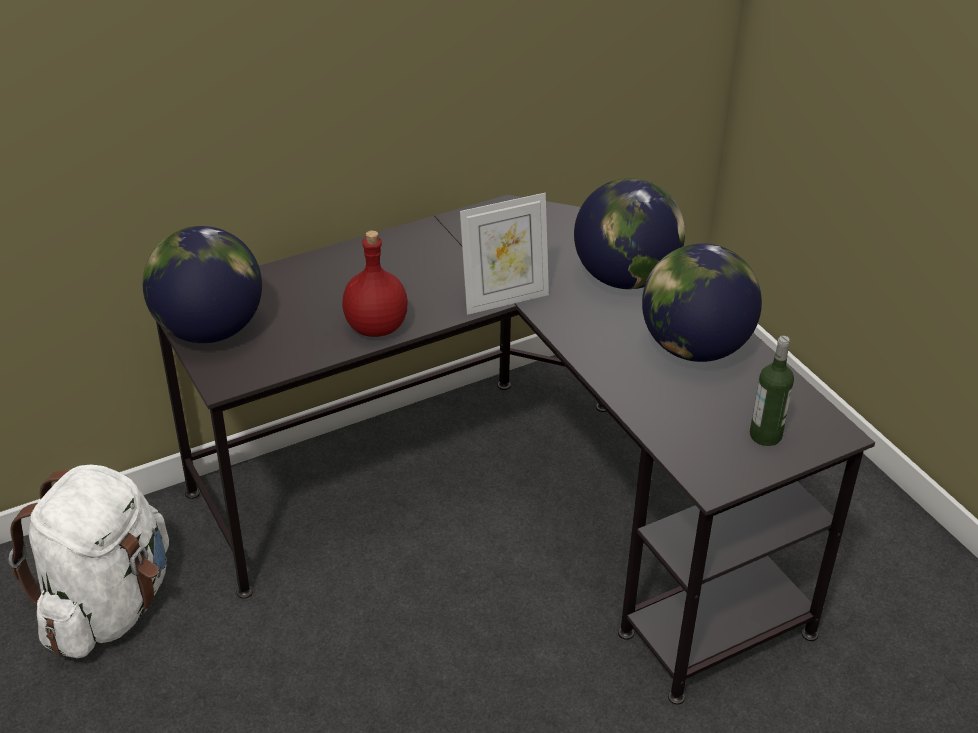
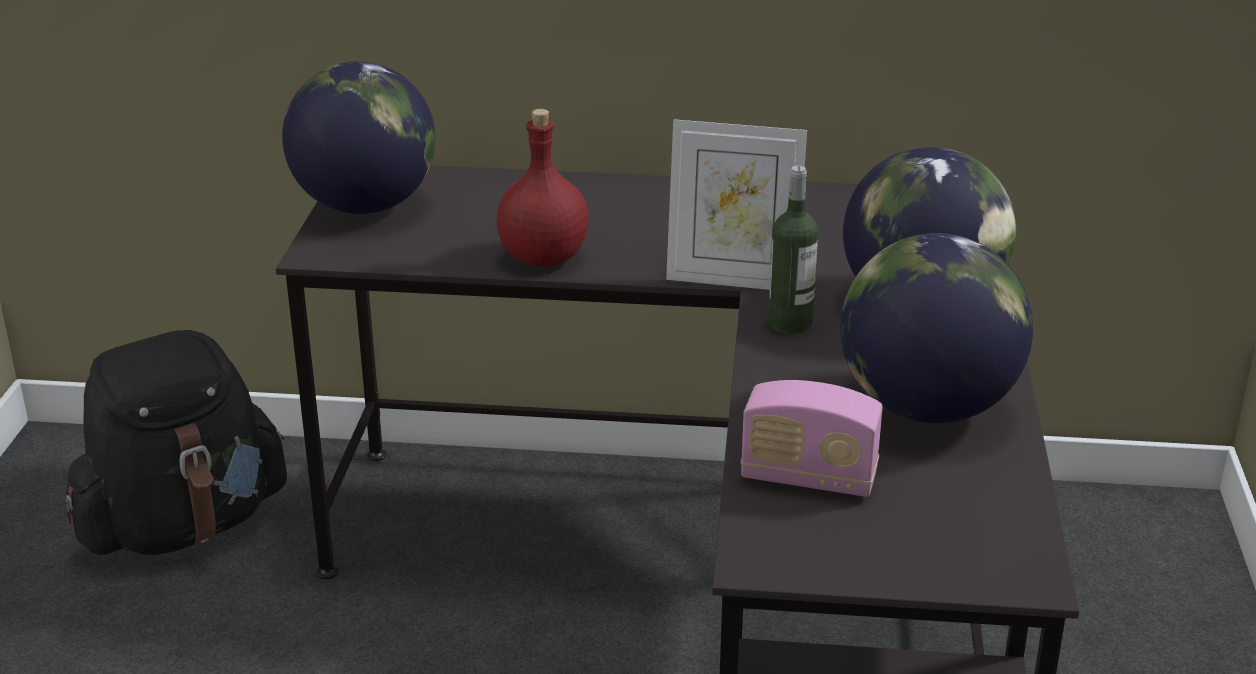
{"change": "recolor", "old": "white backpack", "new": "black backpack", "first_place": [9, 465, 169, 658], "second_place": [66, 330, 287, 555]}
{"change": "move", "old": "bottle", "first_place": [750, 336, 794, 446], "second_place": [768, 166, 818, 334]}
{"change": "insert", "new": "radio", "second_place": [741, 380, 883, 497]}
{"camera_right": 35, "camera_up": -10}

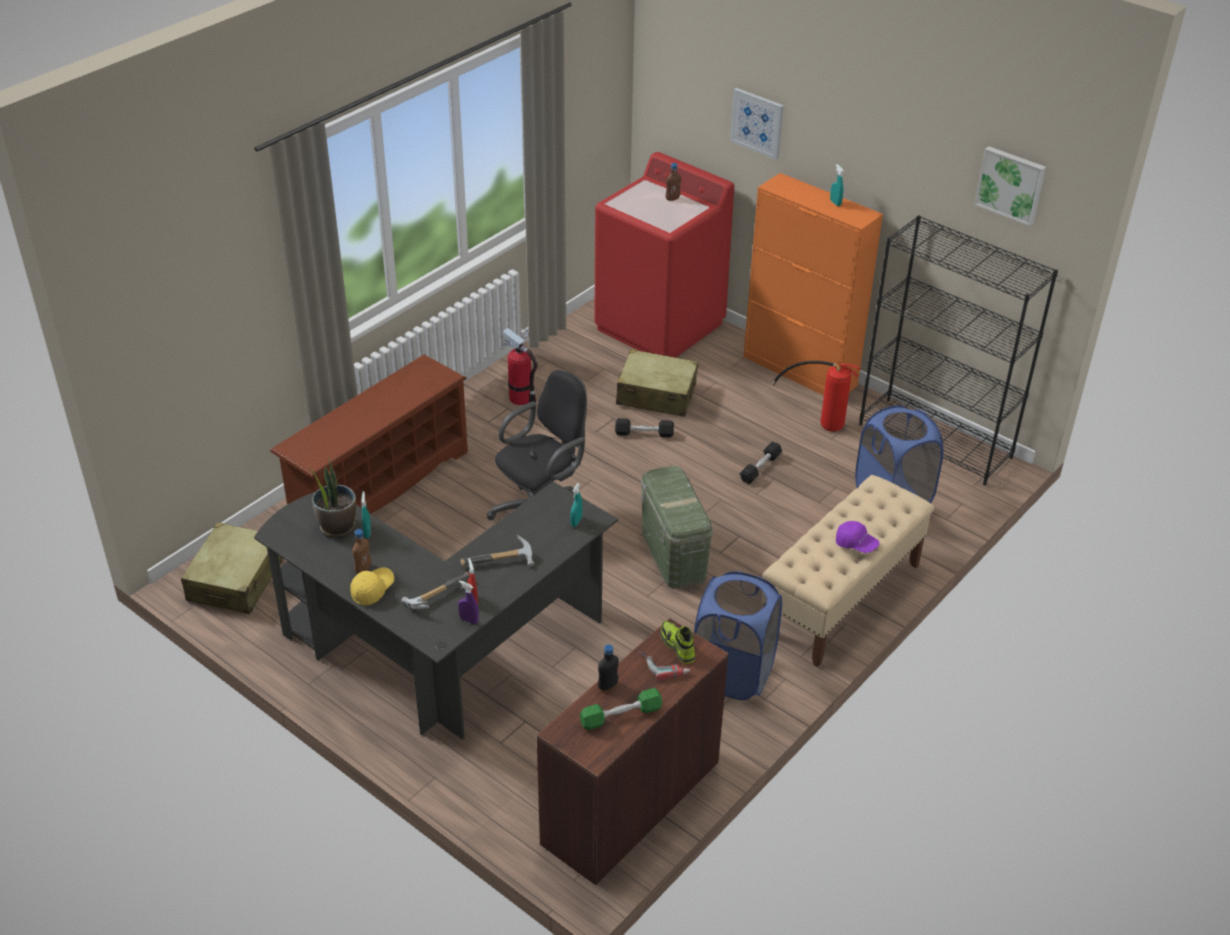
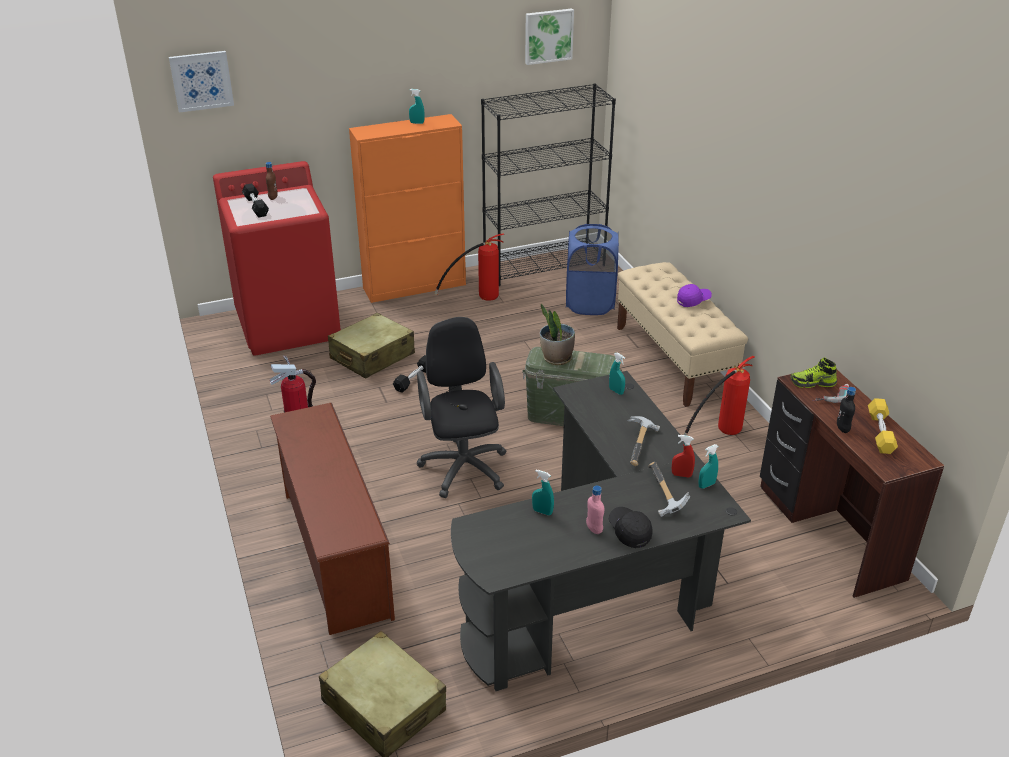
{"change": "move", "old": "potted plant", "first_place": [310, 456, 356, 537], "second_place": [540, 304, 575, 365]}
{"change": "recolor", "old": "yellow cap", "new": "black cap", "first_place": [350, 567, 394, 606], "second_place": [609, 507, 653, 548]}
{"change": "recolor", "old": "brown bottle", "new": "pink bottle", "first_place": [352, 529, 371, 573], "second_place": [586, 486, 604, 534]}
{"change": "recolor", "old": "purple spray bottle", "new": "turquoise spray bottle", "first_place": [458, 581, 479, 624], "second_place": [698, 444, 718, 489]}
{"change": "recolor", "old": "green dumbbell", "new": "yellow dumbbell", "first_place": [580, 688, 662, 730], "second_place": [868, 398, 898, 454]}
{"change": "replace", "old": "blue laundry basket", "new": "fire extinguisher", "first_place": [694, 571, 782, 700], "second_place": [684, 356, 754, 436]}
{"change": "move", "old": "picture", "first_place": [730, 88, 784, 159], "second_place": [169, 51, 234, 113]}
{"change": "move", "old": "black dumbbell", "first_place": [740, 441, 782, 484], "second_place": [242, 183, 269, 218]}
{"camera_right": -60, "camera_up": -5}

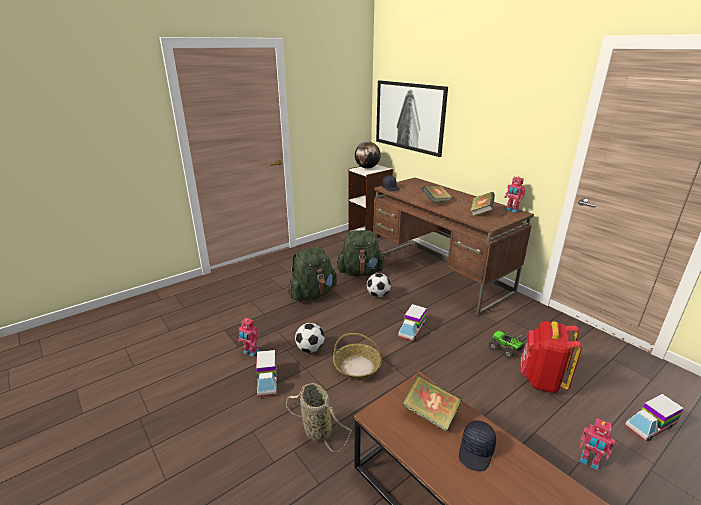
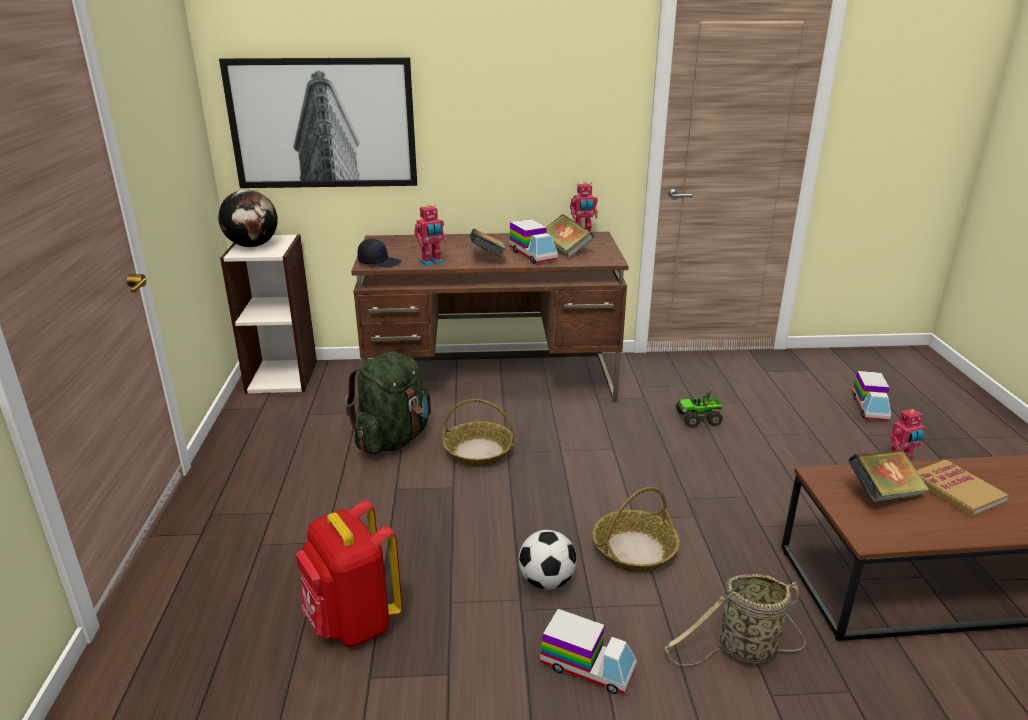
{"change": "move", "old": "toy robot", "first_place": [238, 318, 259, 357], "second_place": [414, 205, 447, 267]}
{"change": "delete", "old": "green backpack", "first_place": [288, 247, 337, 300]}
{"change": "replace", "old": "football", "new": "basket", "first_place": [367, 273, 391, 297], "second_place": [442, 399, 514, 467]}
{"change": "move", "old": "toy truck", "first_place": [398, 304, 427, 341], "second_place": [509, 219, 558, 264]}
{"change": "replace", "old": "black cap", "new": "book", "first_place": [459, 420, 496, 471], "second_place": [916, 460, 1009, 517]}
{"change": "move", "old": "red backpack", "first_place": [520, 321, 582, 393], "second_place": [296, 501, 402, 647]}
{"camera_right": -55, "camera_up": 0}

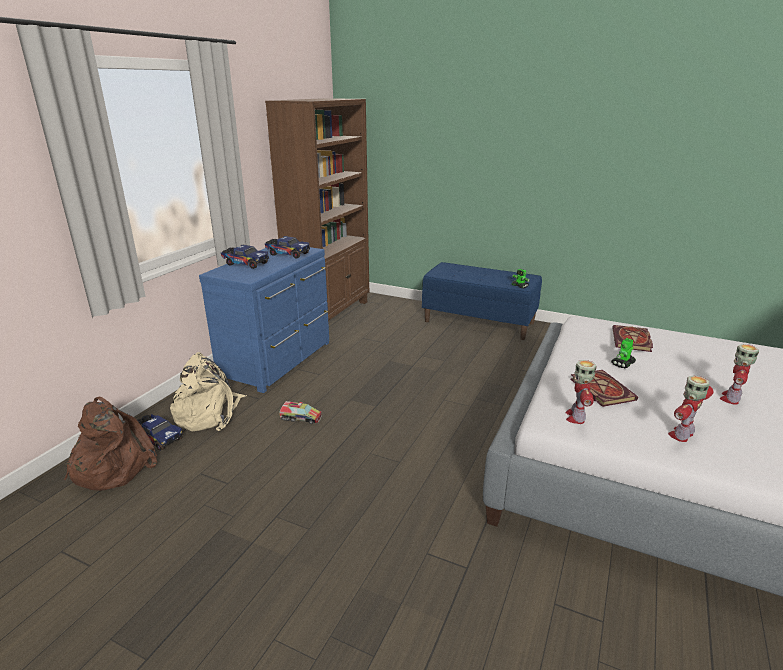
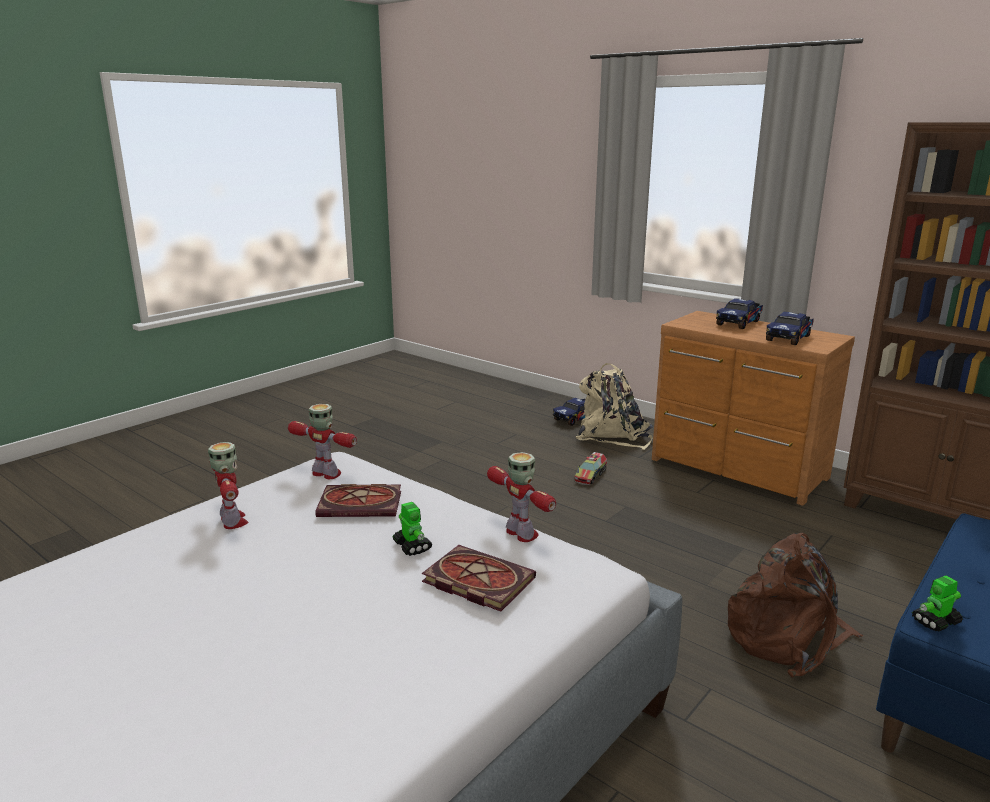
{"change": "move", "old": "brown backpack", "first_place": [64, 397, 157, 491], "second_place": [728, 533, 863, 677]}
{"change": "recolor", "old": "blue dresser", "new": "brown dresser", "first_place": [199, 247, 329, 393], "second_place": [652, 311, 855, 506]}
{"change": "move", "old": "toy robot", "first_place": [720, 344, 759, 405], "second_place": [487, 452, 556, 542]}
{"camera_right": 105, "camera_up": -5}

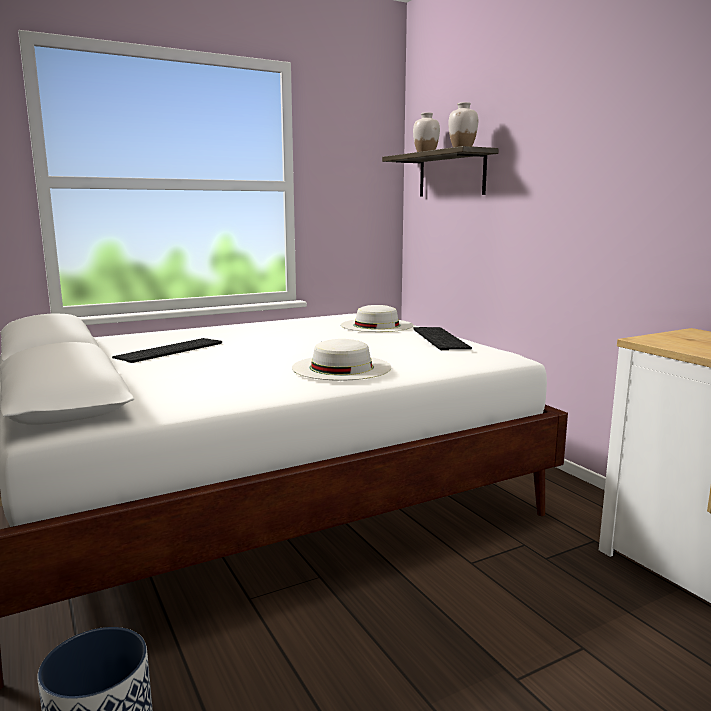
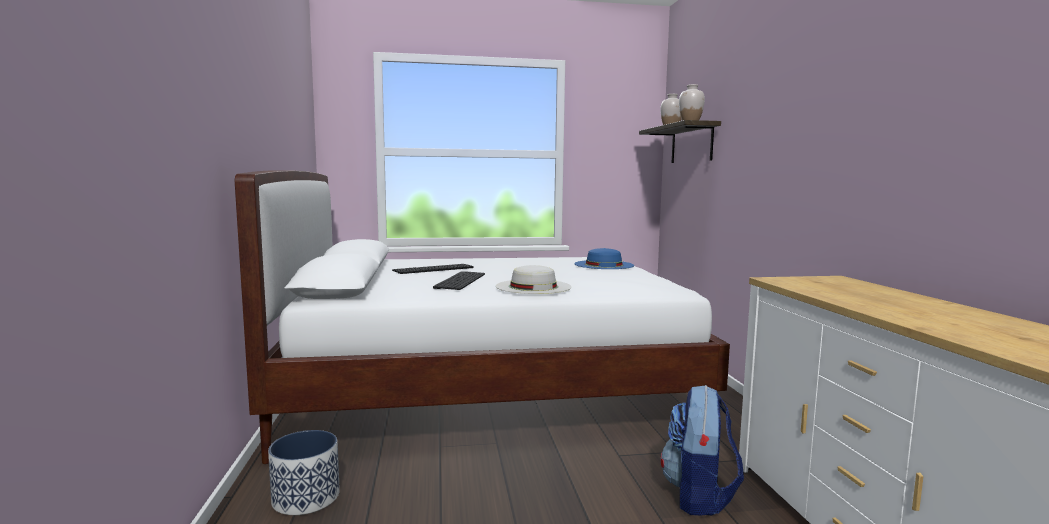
{"change": "recolor", "old": "white hat", "new": "blue hat", "first_place": [341, 305, 413, 332], "second_place": [574, 248, 634, 269]}
{"change": "move", "old": "keyboard", "first_place": [413, 327, 472, 350], "second_place": [433, 271, 485, 290]}
{"change": "insert", "new": "backpack", "second_place": [661, 385, 744, 516]}
{"camera_right": 20, "camera_up": -5}

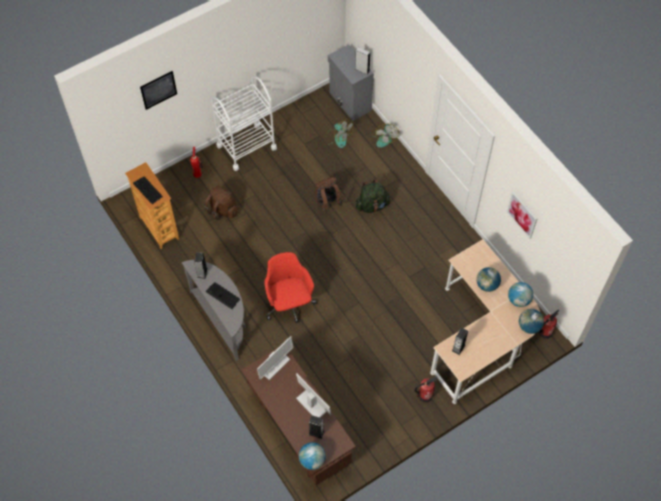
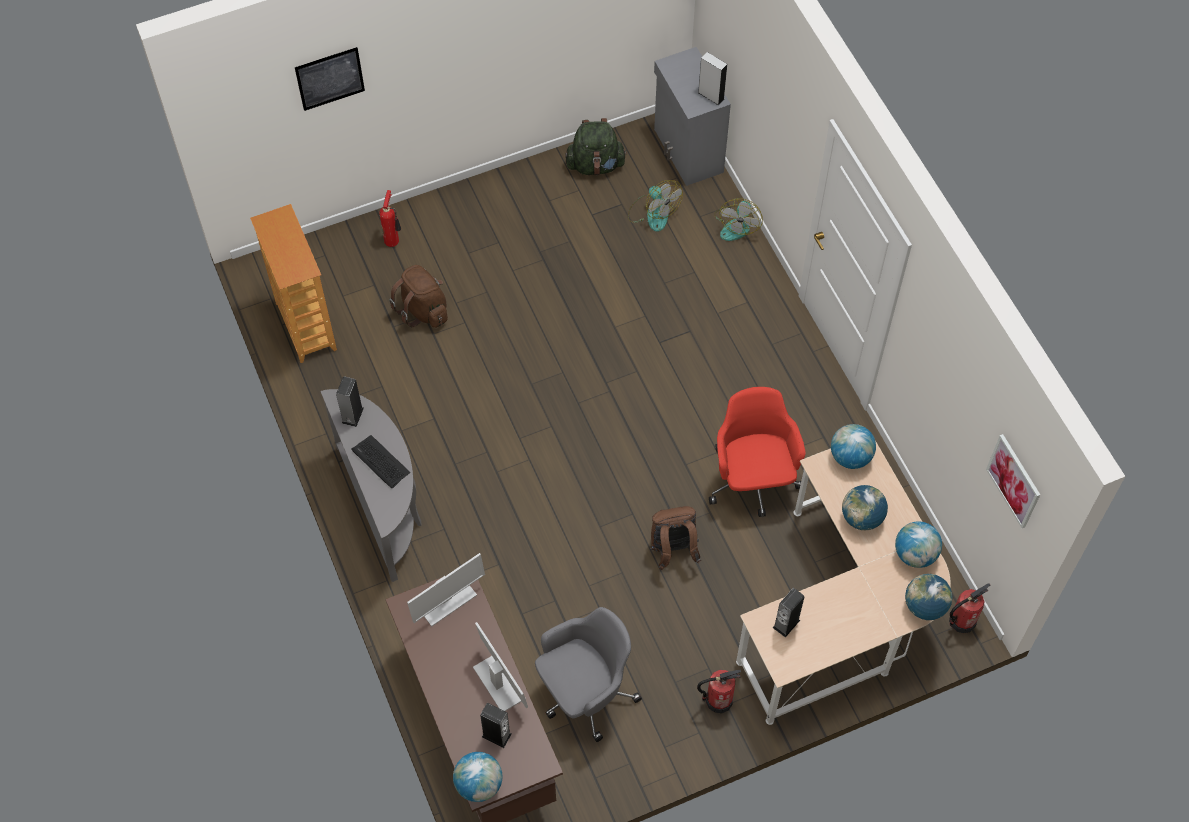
{"change": "delete", "old": "keyboard", "first_place": [133, 176, 163, 204]}
{"change": "delete", "old": "white cart", "first_place": [211, 76, 277, 171]}
{"change": "move", "old": "red office chair", "first_place": [265, 252, 317, 323], "second_place": [709, 387, 806, 517]}
{"change": "move", "old": "brown backpack", "first_place": [315, 177, 343, 212], "second_place": [650, 506, 701, 570]}
{"change": "move", "old": "green backpack", "first_place": [355, 179, 391, 213], "second_place": [565, 118, 627, 175]}
{"change": "move", "old": "picture", "first_place": [507, 192, 537, 238], "second_place": [986, 434, 1040, 528]}
{"change": "insert", "new": "grey office chair", "second_place": [535, 607, 642, 742]}
{"change": "insert", "new": "globe", "second_place": [831, 424, 876, 469]}
{"camera_right": 10, "camera_up": 0}

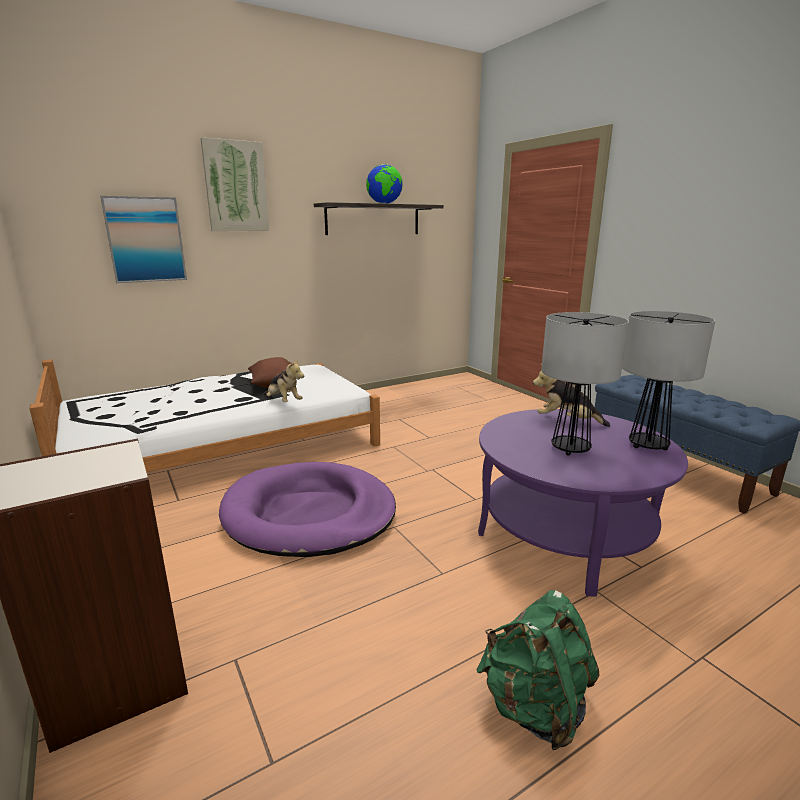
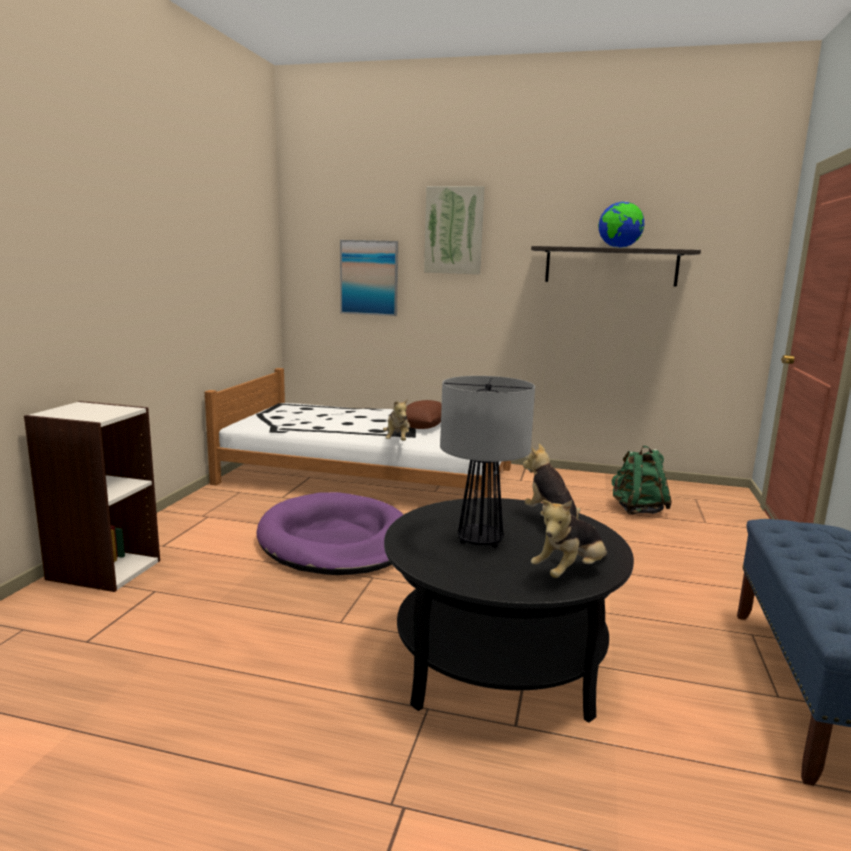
{"change": "move", "old": "green backpack", "first_place": [477, 590, 600, 750], "second_place": [612, 446, 672, 514]}
{"change": "recolor", "old": "purple coffee table", "new": "black coffee table", "first_place": [478, 409, 688, 597], "second_place": [384, 498, 634, 723]}
{"change": "replace", "old": "table lamp", "new": "plush toy", "first_place": [622, 311, 715, 450], "second_place": [531, 500, 607, 578]}
{"camera_right": 45, "camera_up": -5}

